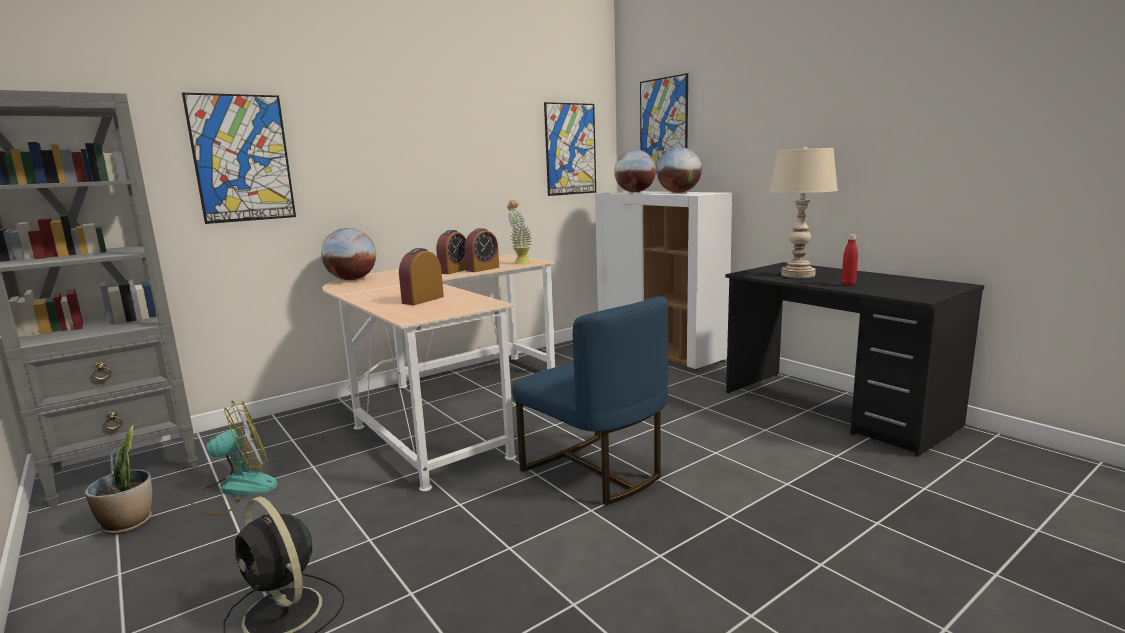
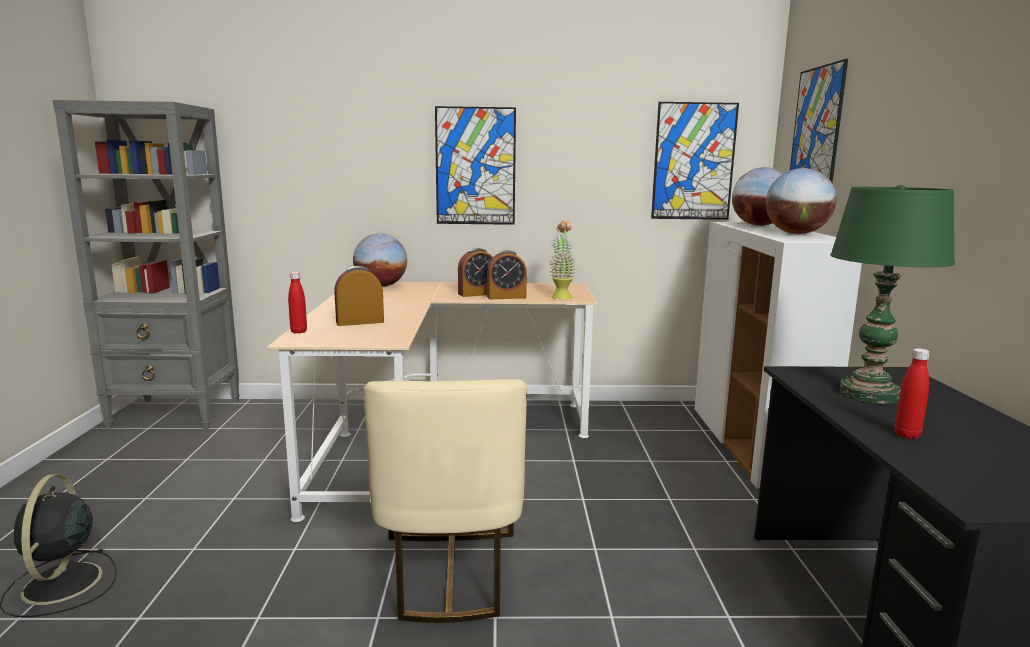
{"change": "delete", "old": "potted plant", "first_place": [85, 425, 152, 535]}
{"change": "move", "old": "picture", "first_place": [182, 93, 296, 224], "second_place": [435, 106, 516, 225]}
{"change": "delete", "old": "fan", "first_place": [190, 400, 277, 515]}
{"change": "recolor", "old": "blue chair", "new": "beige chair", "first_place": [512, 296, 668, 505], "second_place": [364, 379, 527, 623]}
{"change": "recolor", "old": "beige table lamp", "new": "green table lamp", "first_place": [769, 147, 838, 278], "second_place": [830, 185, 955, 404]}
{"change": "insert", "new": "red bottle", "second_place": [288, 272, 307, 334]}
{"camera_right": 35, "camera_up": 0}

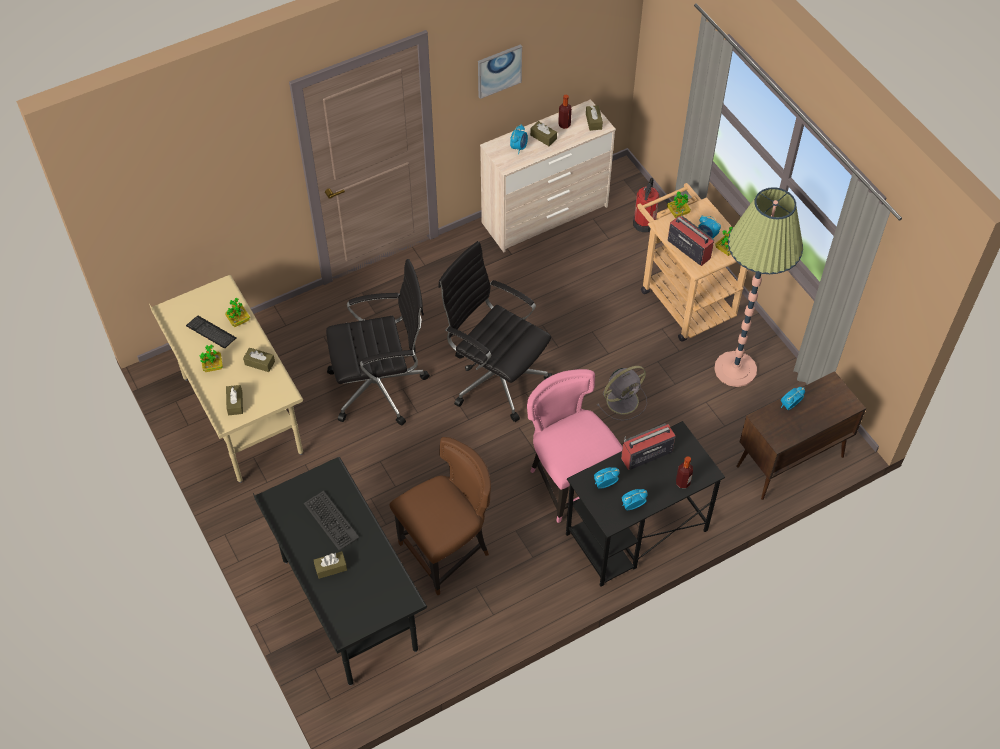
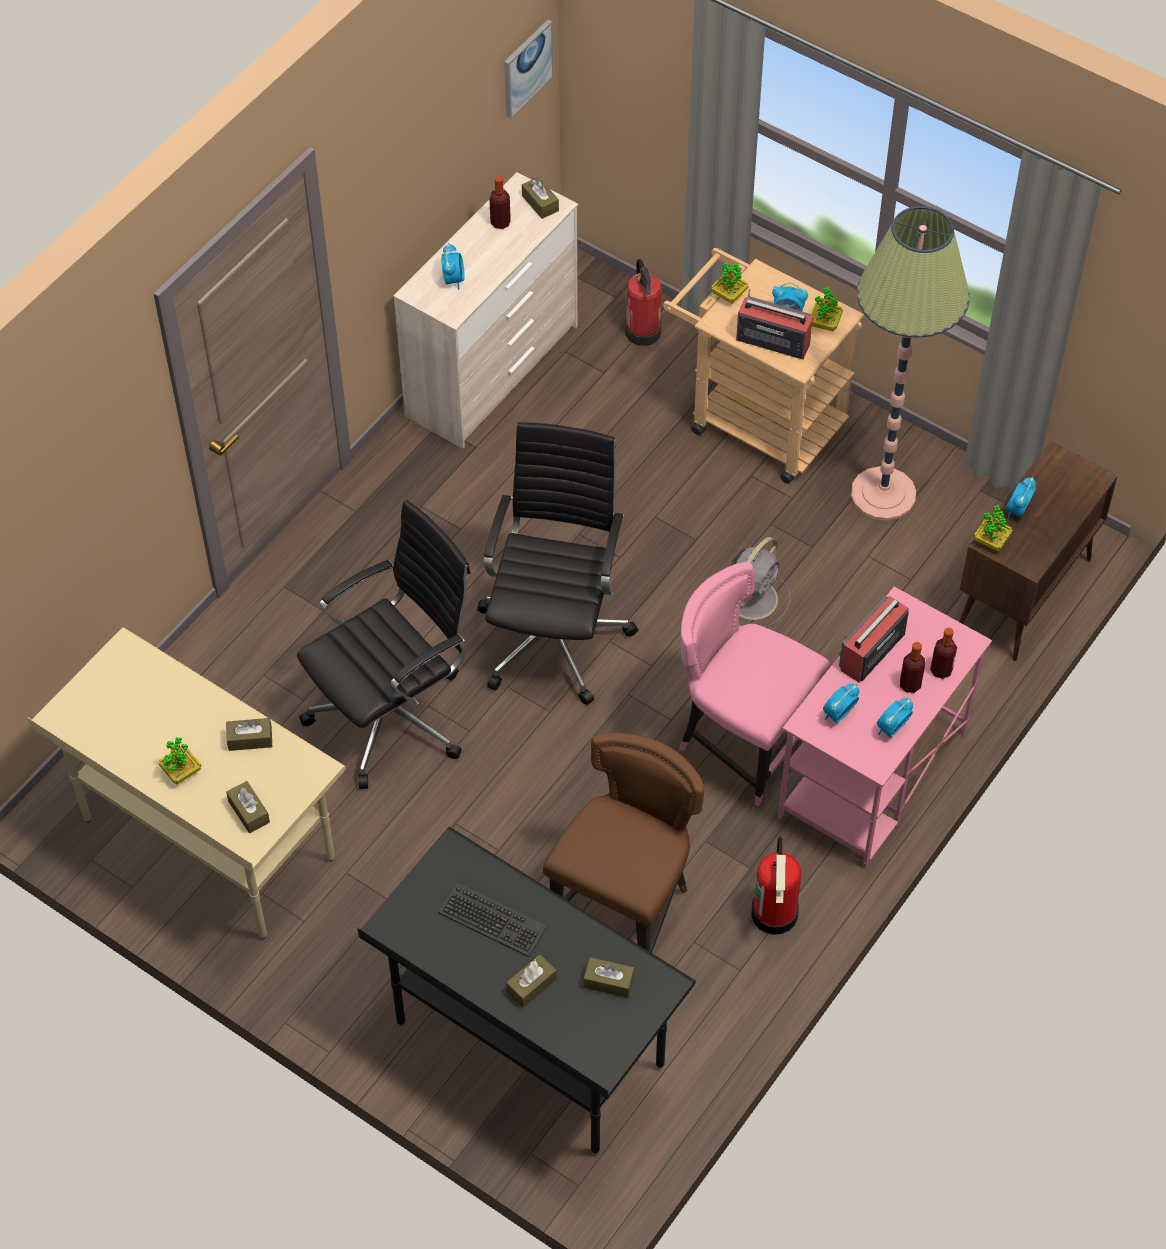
{"change": "delete", "old": "keyboard", "first_place": [186, 316, 236, 348]}
{"change": "move", "old": "potted plant", "first_place": [225, 298, 250, 327], "second_place": [974, 506, 1013, 551]}
{"change": "rotate", "old": "black office chair", "first_place": [438, 241, 552, 422], "second_place": [477, 422, 638, 705], "degrees": 90}
{"change": "move", "old": "picture", "first_place": [478, 44, 522, 99], "second_place": [504, 19, 553, 118]}
{"change": "move", "old": "brown tissue box", "first_place": [530, 121, 557, 146], "second_place": [584, 957, 634, 998]}
{"change": "recolor", "old": "black desk", "new": "pink desk", "first_place": [566, 421, 725, 586], "second_place": [778, 587, 992, 869]}
{"change": "insert", "new": "fire extinguisher", "second_place": [751, 836, 801, 935]}
{"change": "insert", "new": "bottle", "second_place": [900, 642, 925, 693]}
{"camera_right": -25, "camera_up": 0}

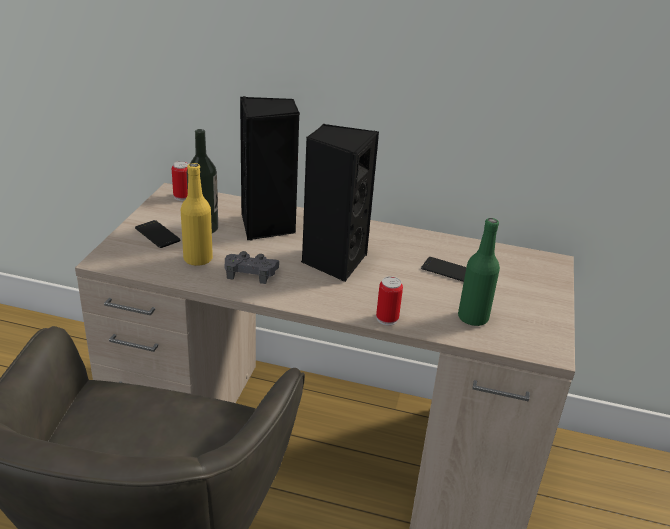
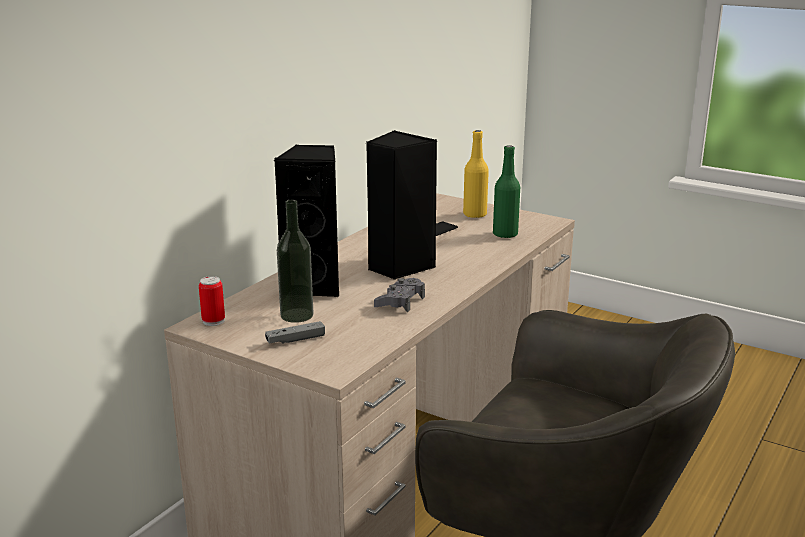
{"change": "replace", "old": "phone", "new": "grey game controller", "first_place": [135, 220, 180, 248], "second_place": [265, 321, 325, 344]}
{"change": "move", "old": "yellow bottle", "first_place": [181, 163, 213, 266], "second_place": [463, 130, 489, 218]}
{"change": "delete", "old": "can", "first_place": [376, 276, 403, 326]}
{"camera_right": -70, "camera_up": -10}

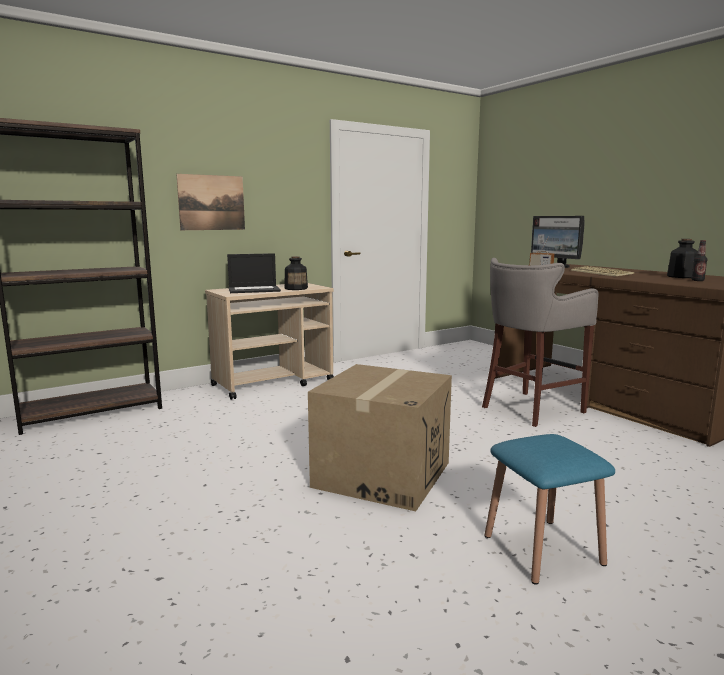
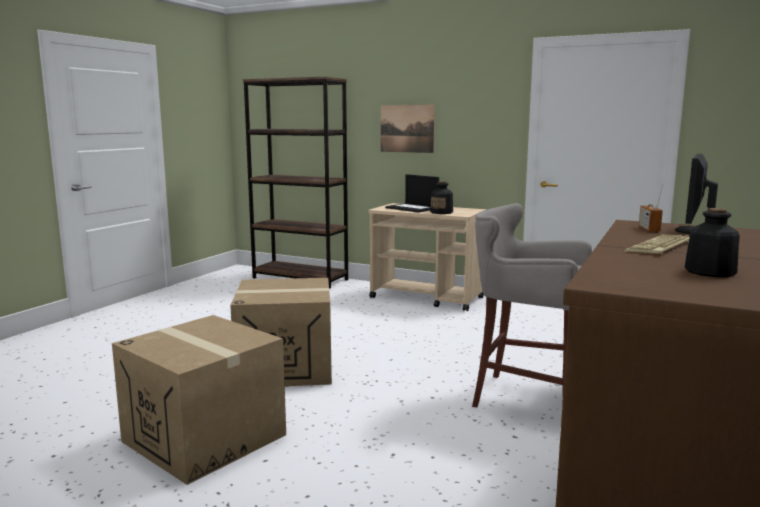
{"change": "replace", "old": "blue stool", "new": "cardboard box", "first_place": [485, 434, 615, 585], "second_place": [112, 315, 286, 485]}
{"change": "delete", "old": "bottle", "first_place": [691, 240, 707, 281]}
{"camera_right": 60, "camera_up": 0}

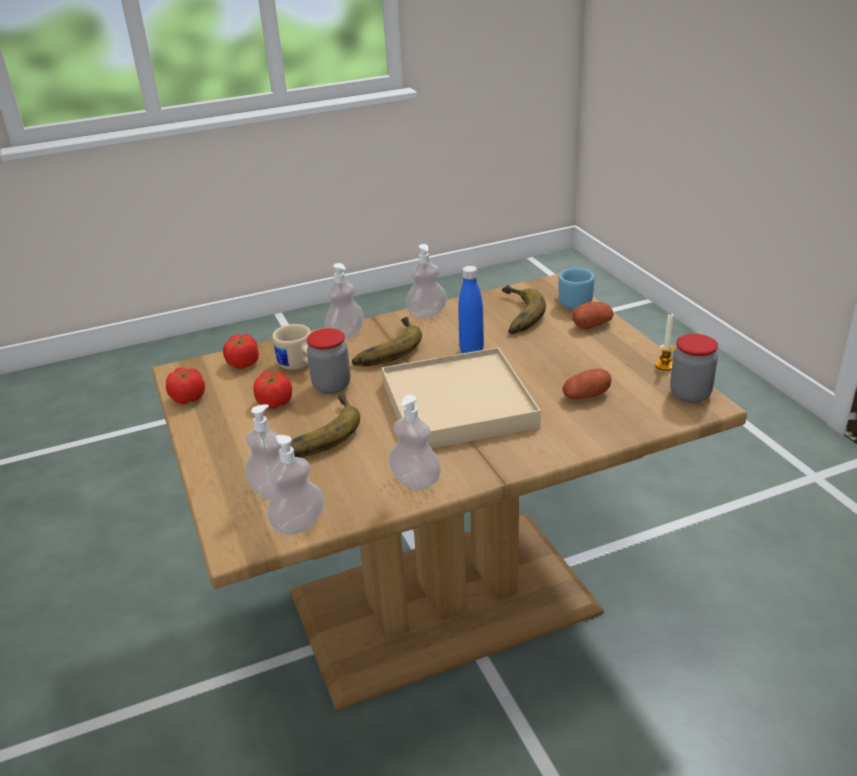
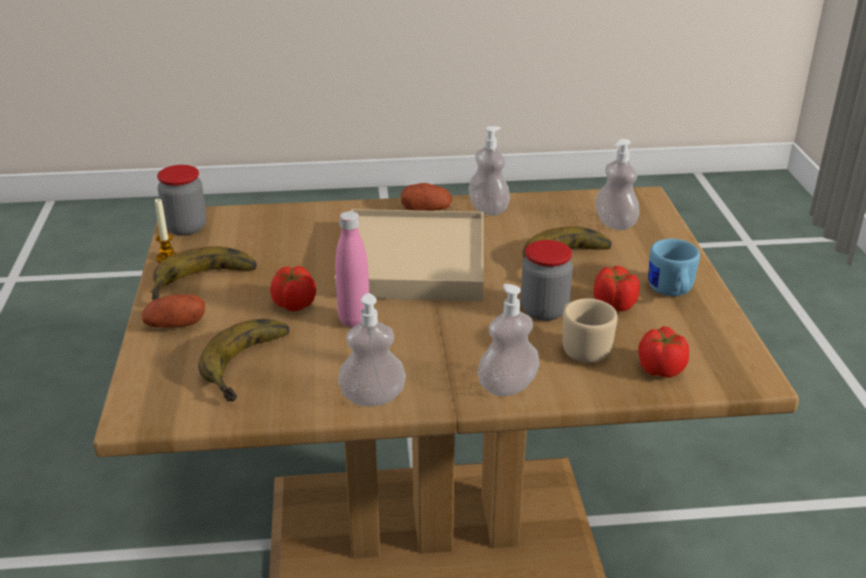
{"change": "move", "old": "tomato", "first_place": [166, 367, 205, 404], "second_place": [270, 266, 316, 312]}
{"change": "delete", "old": "soap dispenser", "first_place": [267, 435, 324, 535]}
{"change": "move", "old": "banana", "first_place": [352, 317, 422, 366], "second_place": [150, 246, 257, 301]}
{"change": "recolor", "old": "blue bottle", "new": "pink bottle", "first_place": [458, 266, 484, 353], "second_place": [335, 211, 369, 328]}
{"change": "move", "old": "blue mug", "first_place": [558, 268, 595, 310], "second_place": [648, 239, 700, 296]}
{"change": "move", "old": "potato", "first_place": [562, 369, 611, 400], "second_place": [401, 183, 452, 211]}
{"camera_right": -165, "camera_up": 0}

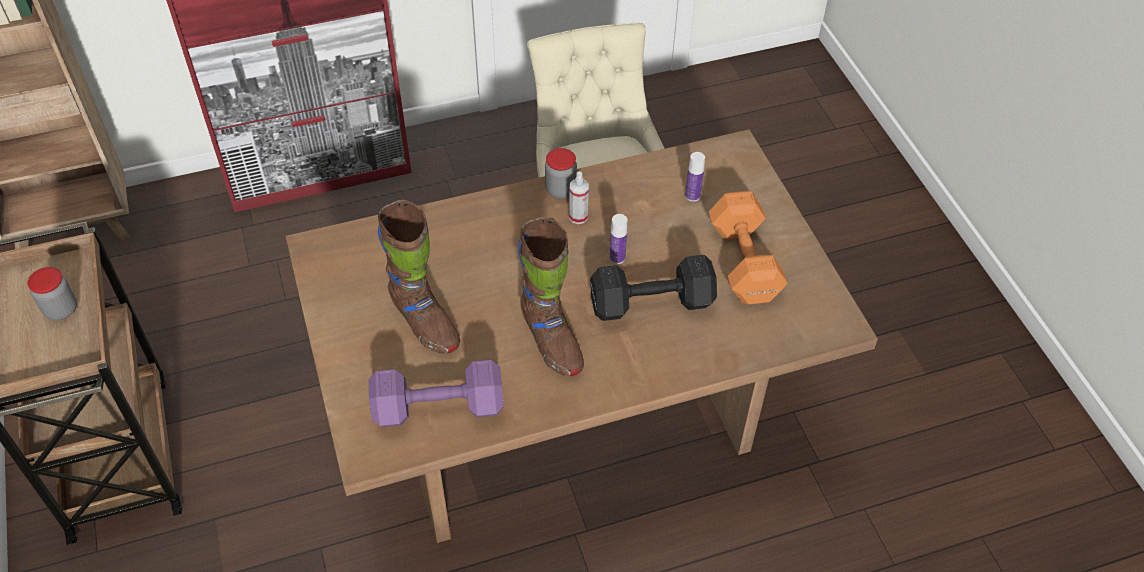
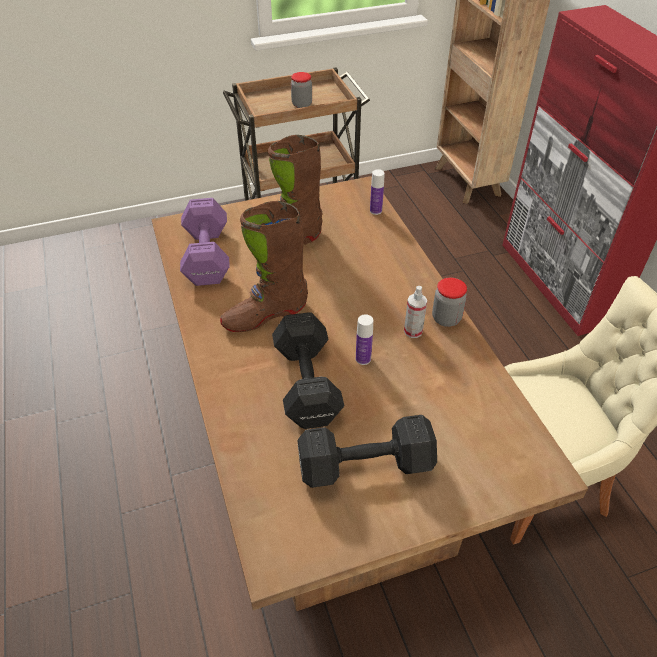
{"change": "move", "old": "bottle", "first_place": [685, 152, 705, 202], "second_place": [370, 169, 385, 215]}
{"change": "recolor", "old": "orange dumbbell", "new": "black dumbbell", "first_place": [709, 191, 787, 304], "second_place": [298, 415, 437, 488]}
{"camera_right": 90, "camera_up": -5}

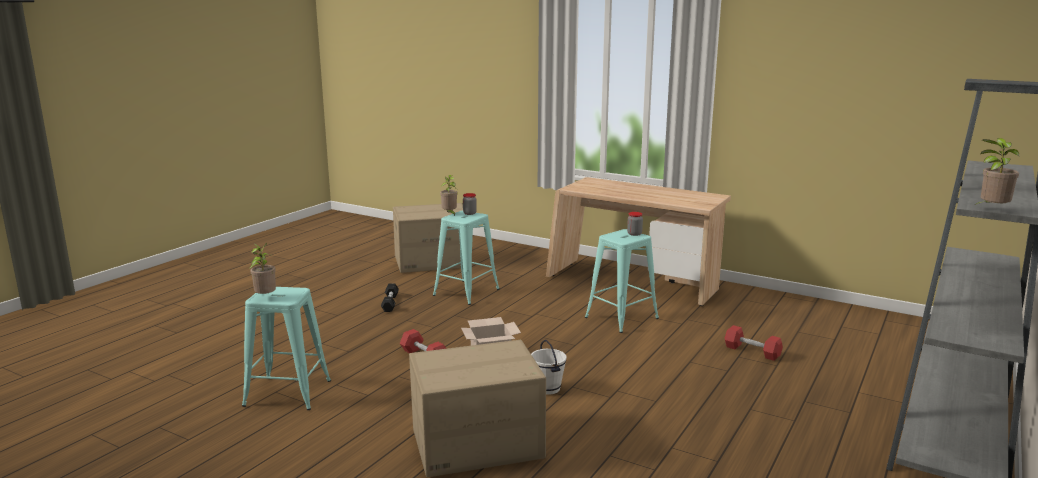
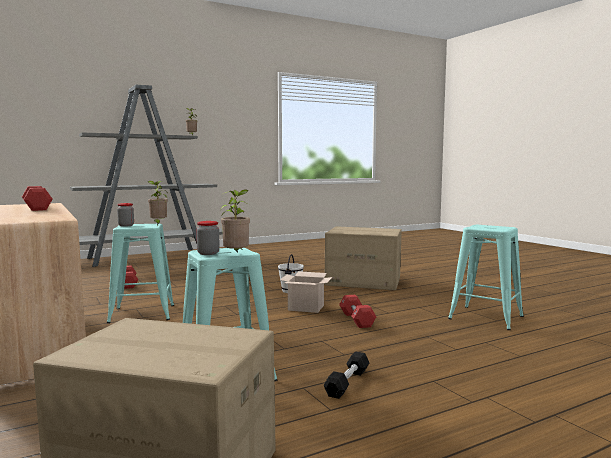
{"change": "move", "old": "potted plant", "first_place": [249, 243, 276, 294], "second_place": [148, 181, 168, 225]}
{"change": "insert", "new": "red dumbbell", "second_place": [22, 186, 52, 211]}
{"camera_right": -150, "camera_up": -10}

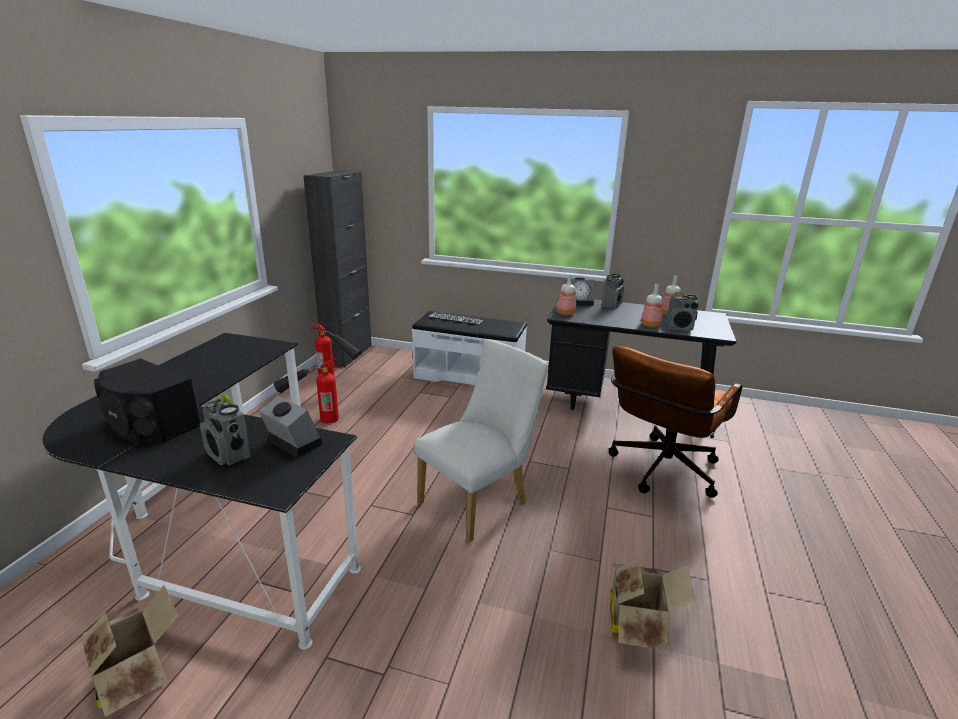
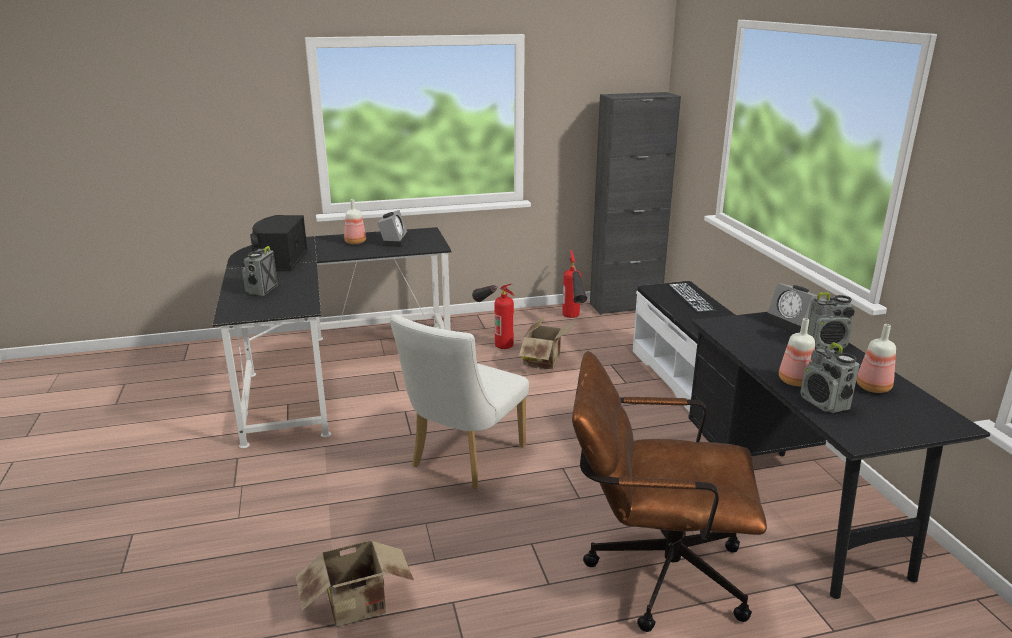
{"change": "move", "old": "cardboard box", "first_place": [82, 586, 178, 717], "second_place": [519, 317, 575, 369]}
{"change": "move", "old": "alarm clock", "first_place": [258, 396, 323, 458], "second_place": [377, 210, 409, 247]}
{"change": "rotate", "old": "white chair", "first_place": [414, 339, 549, 543], "second_place": [389, 314, 529, 489], "degrees": 105}
{"change": "move", "old": "bottle", "first_place": [557, 274, 576, 315], "second_place": [344, 199, 366, 244]}
{"camera_right": 60, "camera_up": 0}

